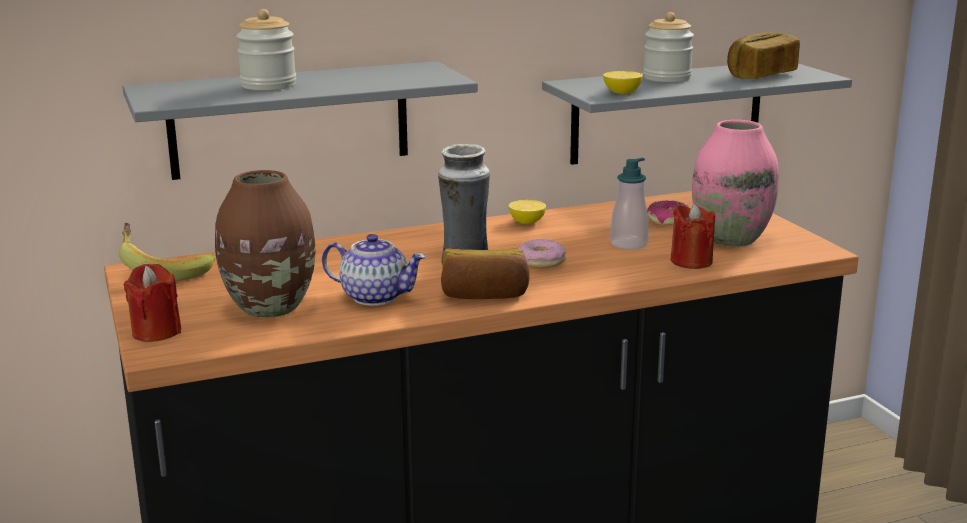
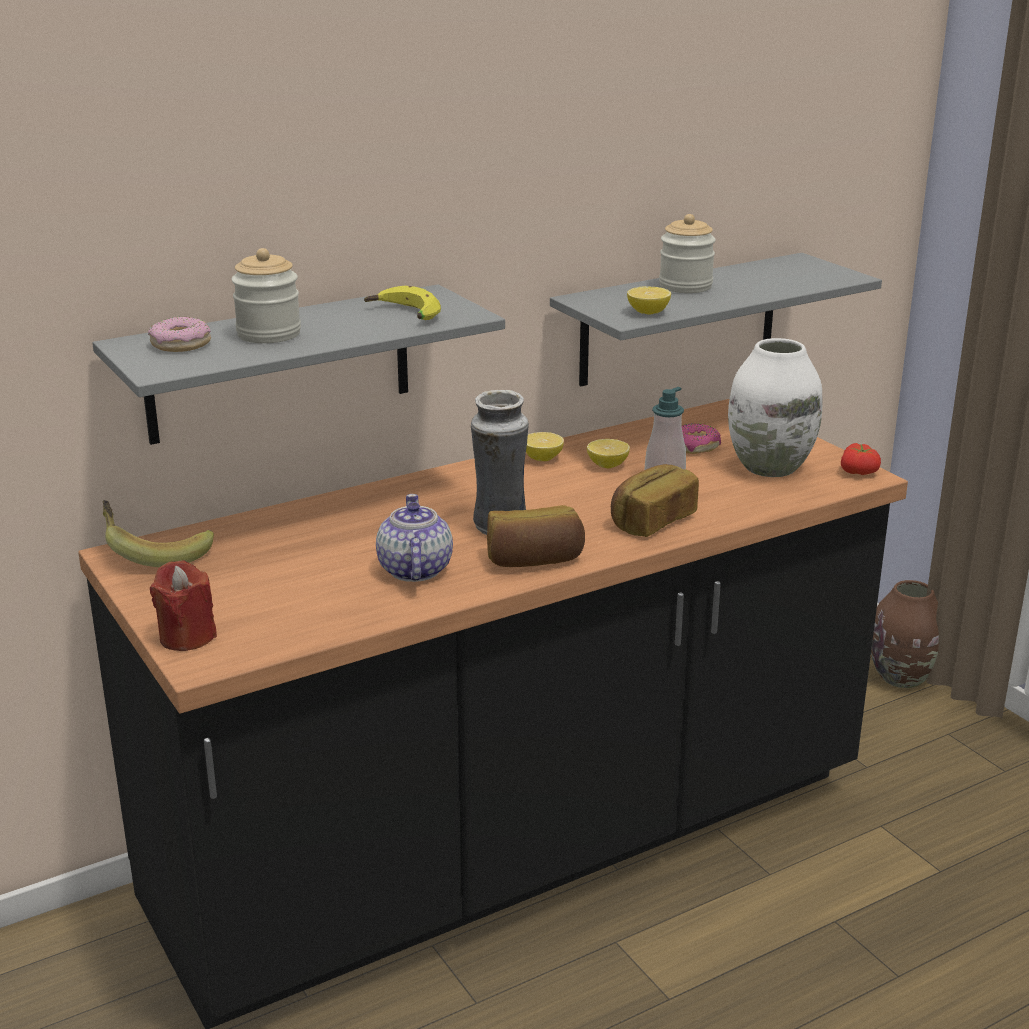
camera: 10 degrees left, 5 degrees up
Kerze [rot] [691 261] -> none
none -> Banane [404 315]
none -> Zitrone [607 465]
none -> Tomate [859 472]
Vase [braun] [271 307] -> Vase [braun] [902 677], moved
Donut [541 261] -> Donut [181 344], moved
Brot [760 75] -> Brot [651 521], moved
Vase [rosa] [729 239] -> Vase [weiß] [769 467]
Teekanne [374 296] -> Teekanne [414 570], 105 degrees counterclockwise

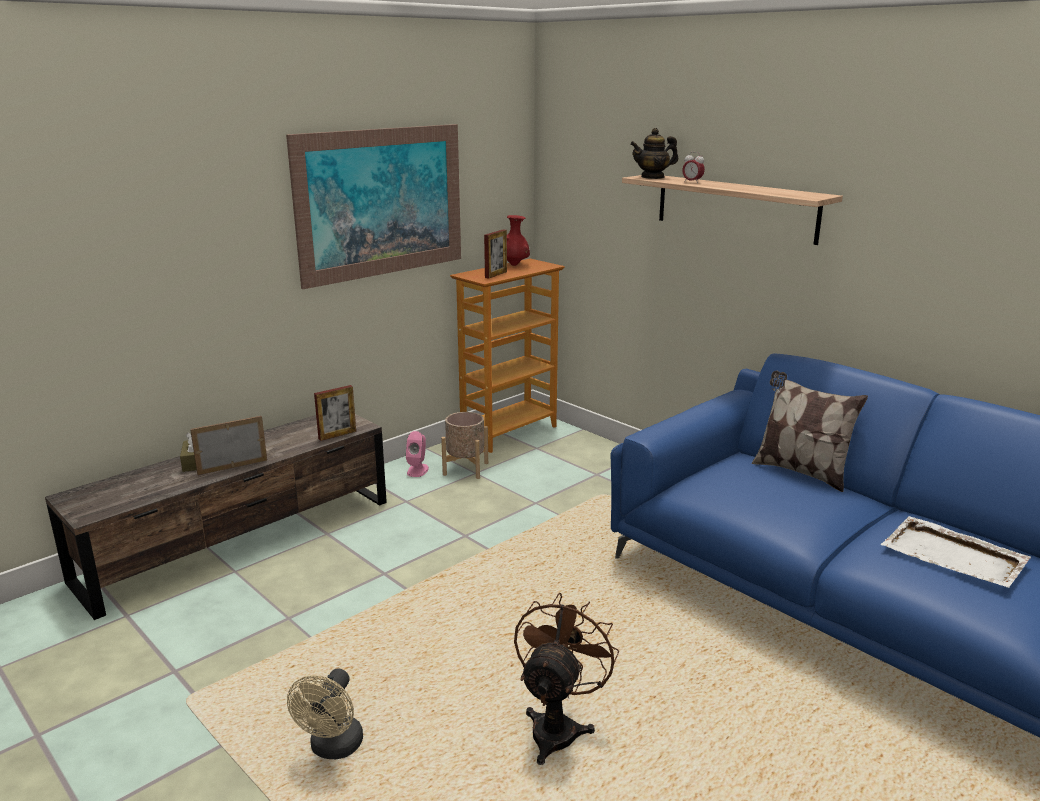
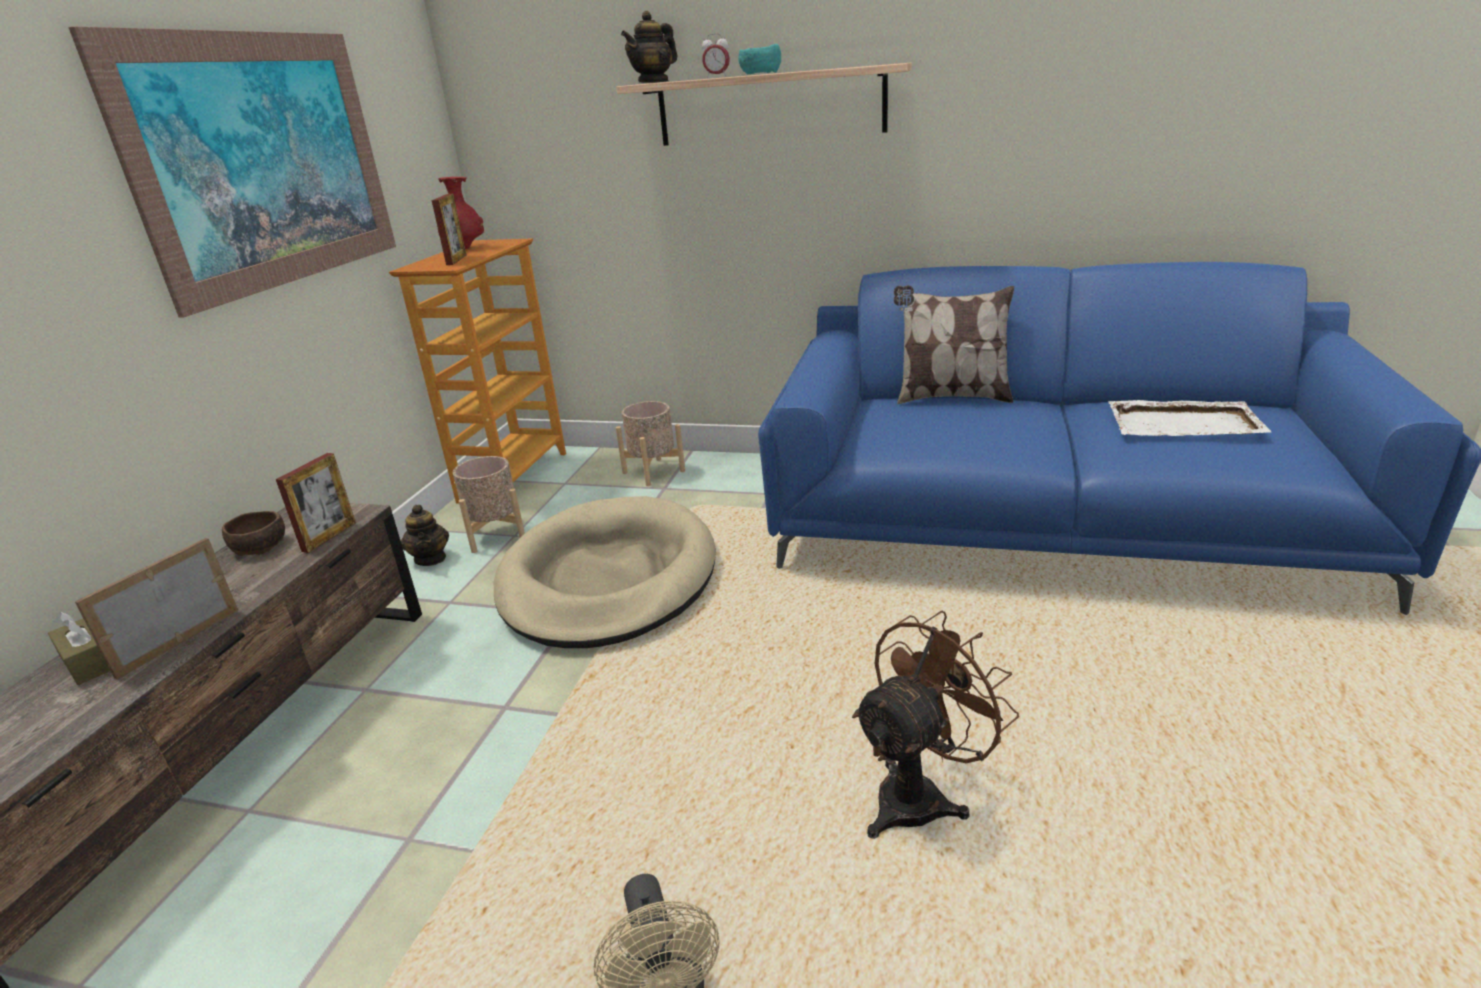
camera: 30 degrees left, 5 degrees up
none -> Schüssel [braun] [262 546]
none -> Hundebett [beige] [608 579]
none -> Pflanzkübel [beige] [654 472]
none -> Schüssel [türkis] [759 74]
Lautsprecher [rosa] [417 470] -> Teekanne [431 558]
Ventilator [braun] [558 727] -> Ventilator [braun] [921 795], 60 degrees clockwise

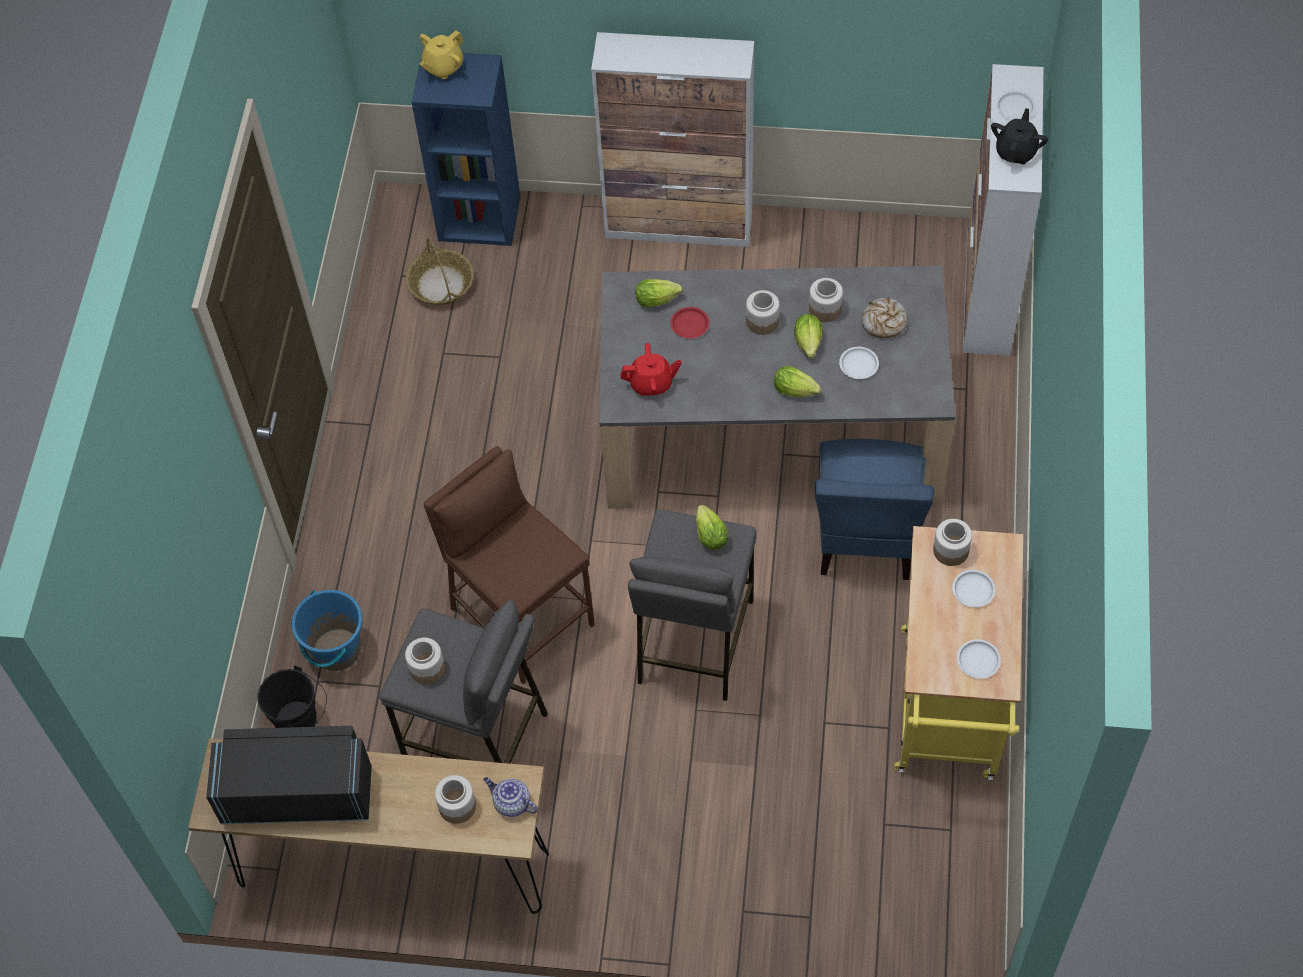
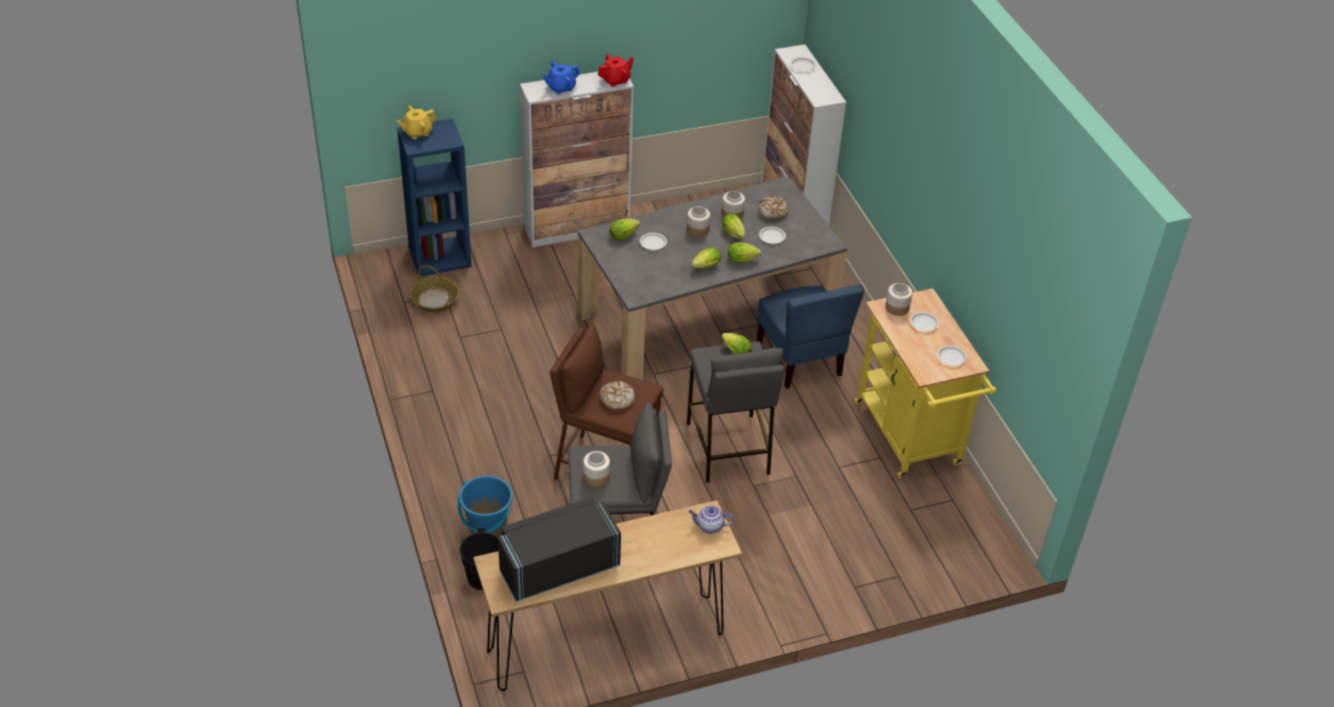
camera: 30 degrees left, 15 degrees down
Vorratsglas [457 806] -> none
Teekanne [schwarz] [1016 151] -> none
none -> Teekanne [blau] [561 88]
none -> Brot [616 399]
none -> Salatkopf [704 267]
Teekanne [rot] [651 383] -> Teekanne [rot] [616 80], moved
Teller [rot] [690 324] -> Teller [weiß] [653 243]
Teekanne [gelb] [443 67] -> Teekanne [gelb] [417 132], 45 degrees clockwise

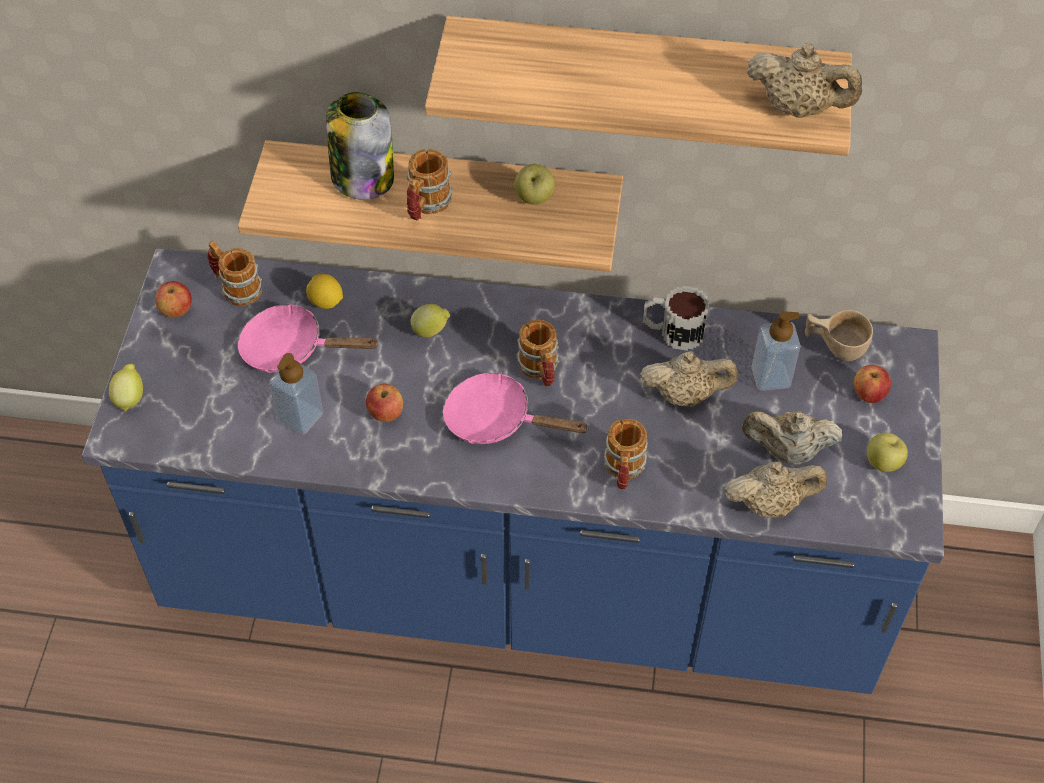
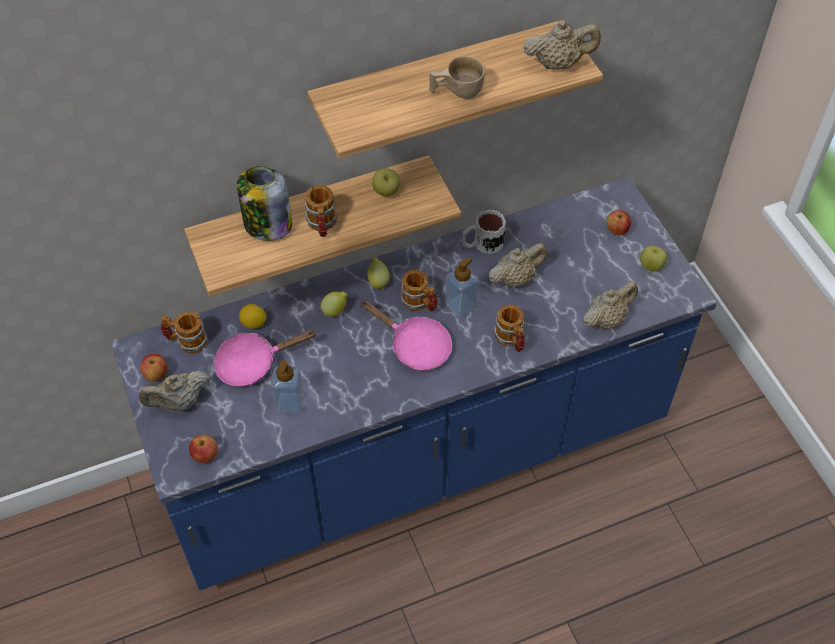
camera: 30 degrees left, 0 degrees up
Zitrone [130 397] -> Zitrone [378 281], moved
Apfel [385 414] -> Apfel [205 456], moved
Teekanne [beige] [787 451] -> Teekanne [beige] [179 402], moved
Seifenspender [771 376] -> Seifenspender [460 305], moved
Tasse [beige] [834 346] -> Tasse [beige] [456 92], moved
Pfanne [rosa] [496 420] -> Pfanne [rosa] [415 346], 135 degrees counterclockwise

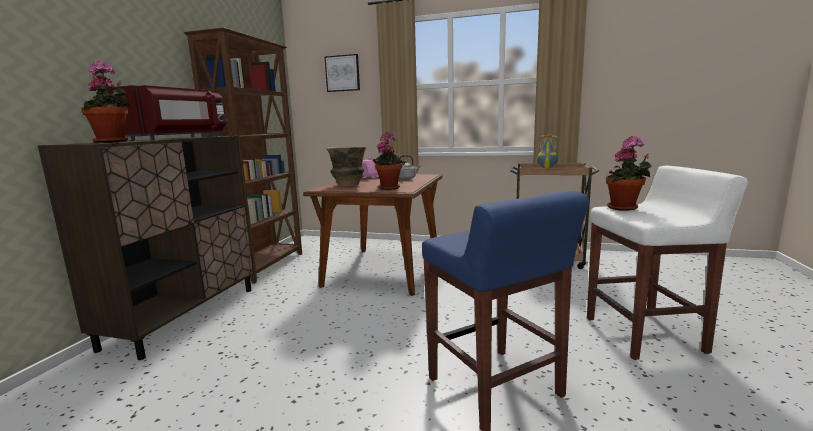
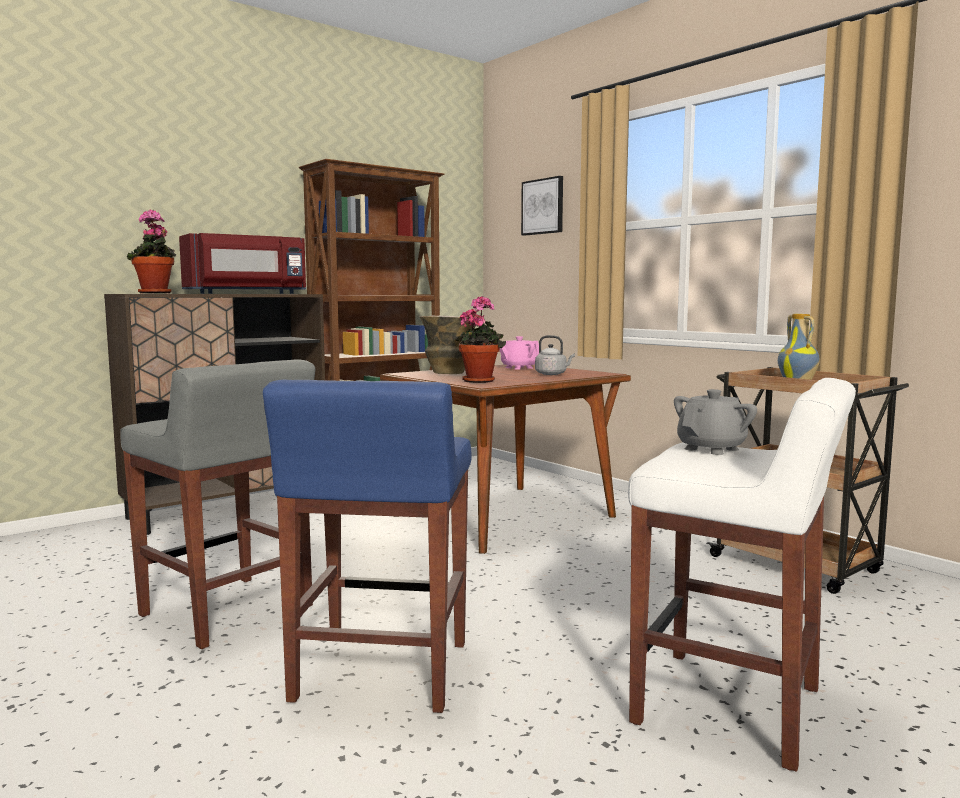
camera: 35 degrees right, 5 degrees down
none -> Hocker [grau] [228 612]
Topfpflanze [624 208] -> Teekanne [grau] [712 449]

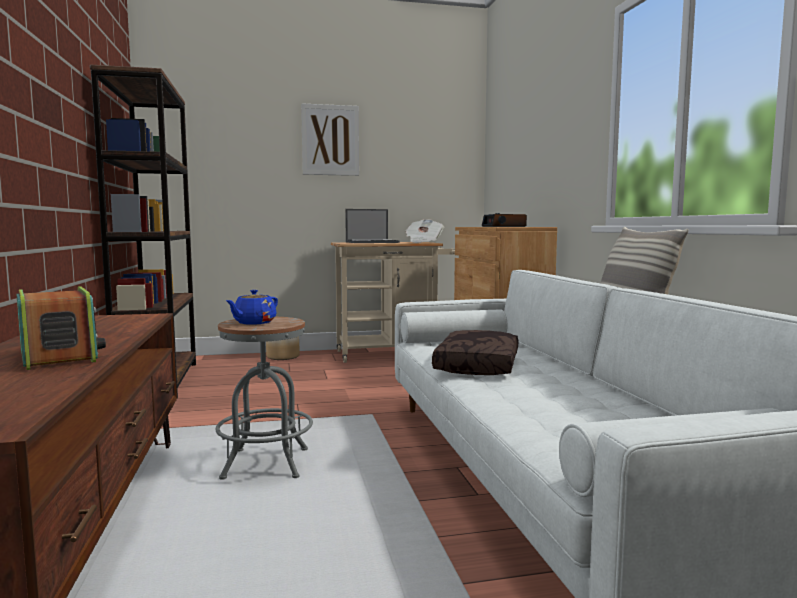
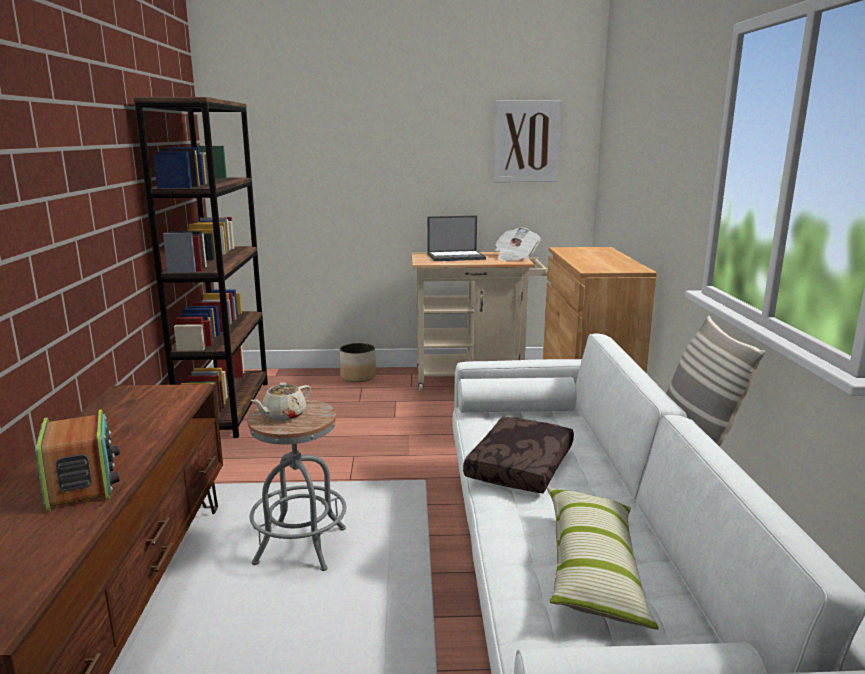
camera: 10 degrees right, 10 degrees up
Wecker [504 226] -> none
none -> Kissen [593 569]
Bild [330 140] -> Bild [526 141], moved
Teekanne [blau] [253 322] -> Teekanne [beige] [283 415]

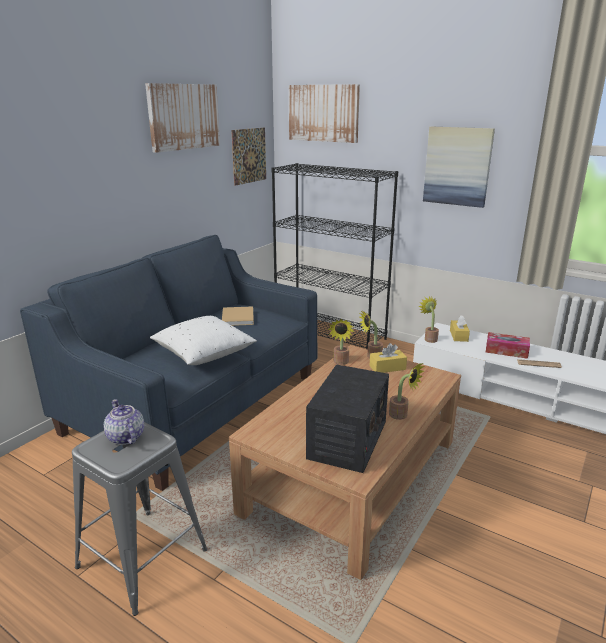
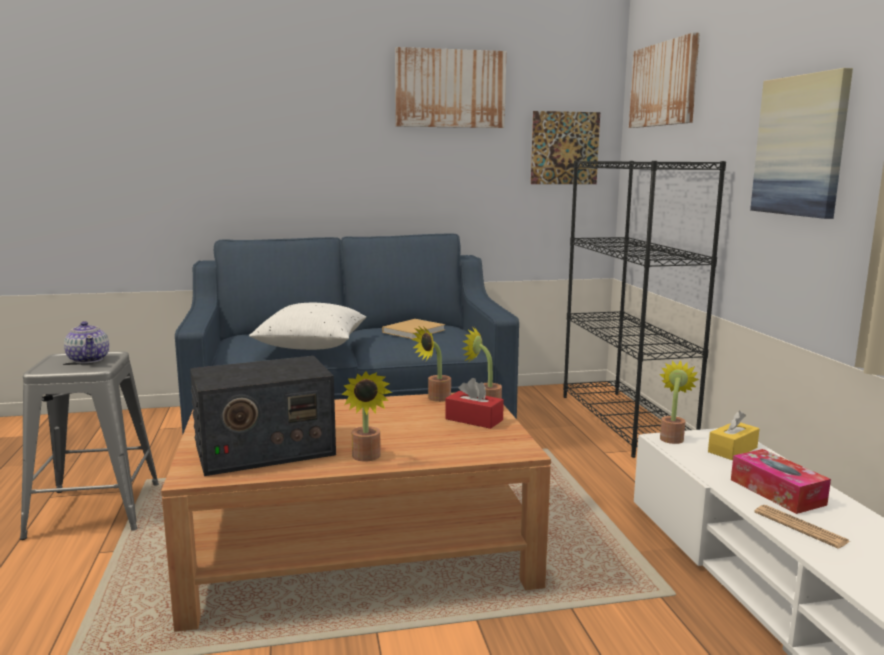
camera: 45 degrees right, 10 degrees down
Taschentuchbox [gelb] [387 367] -> Taschentuchbox [rot] [474 419]
Teekanne [125 437] -> Teekanne [89 359], 135 degrees clockwise

